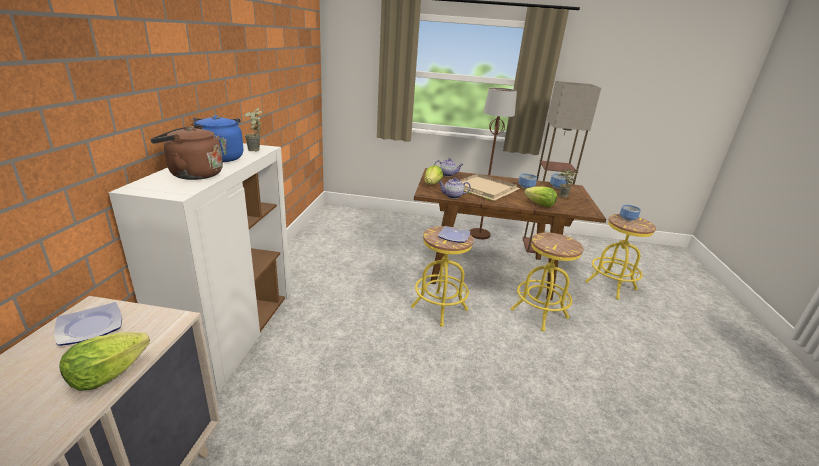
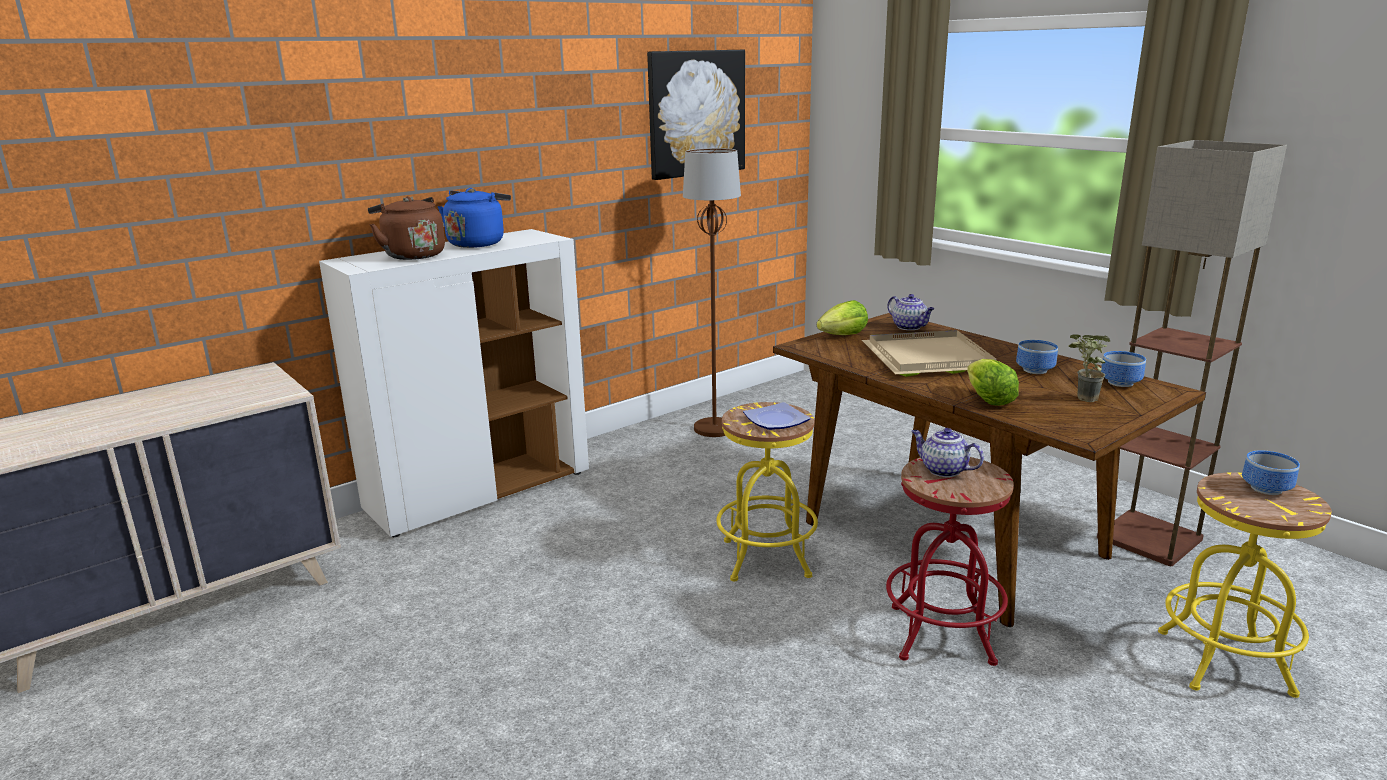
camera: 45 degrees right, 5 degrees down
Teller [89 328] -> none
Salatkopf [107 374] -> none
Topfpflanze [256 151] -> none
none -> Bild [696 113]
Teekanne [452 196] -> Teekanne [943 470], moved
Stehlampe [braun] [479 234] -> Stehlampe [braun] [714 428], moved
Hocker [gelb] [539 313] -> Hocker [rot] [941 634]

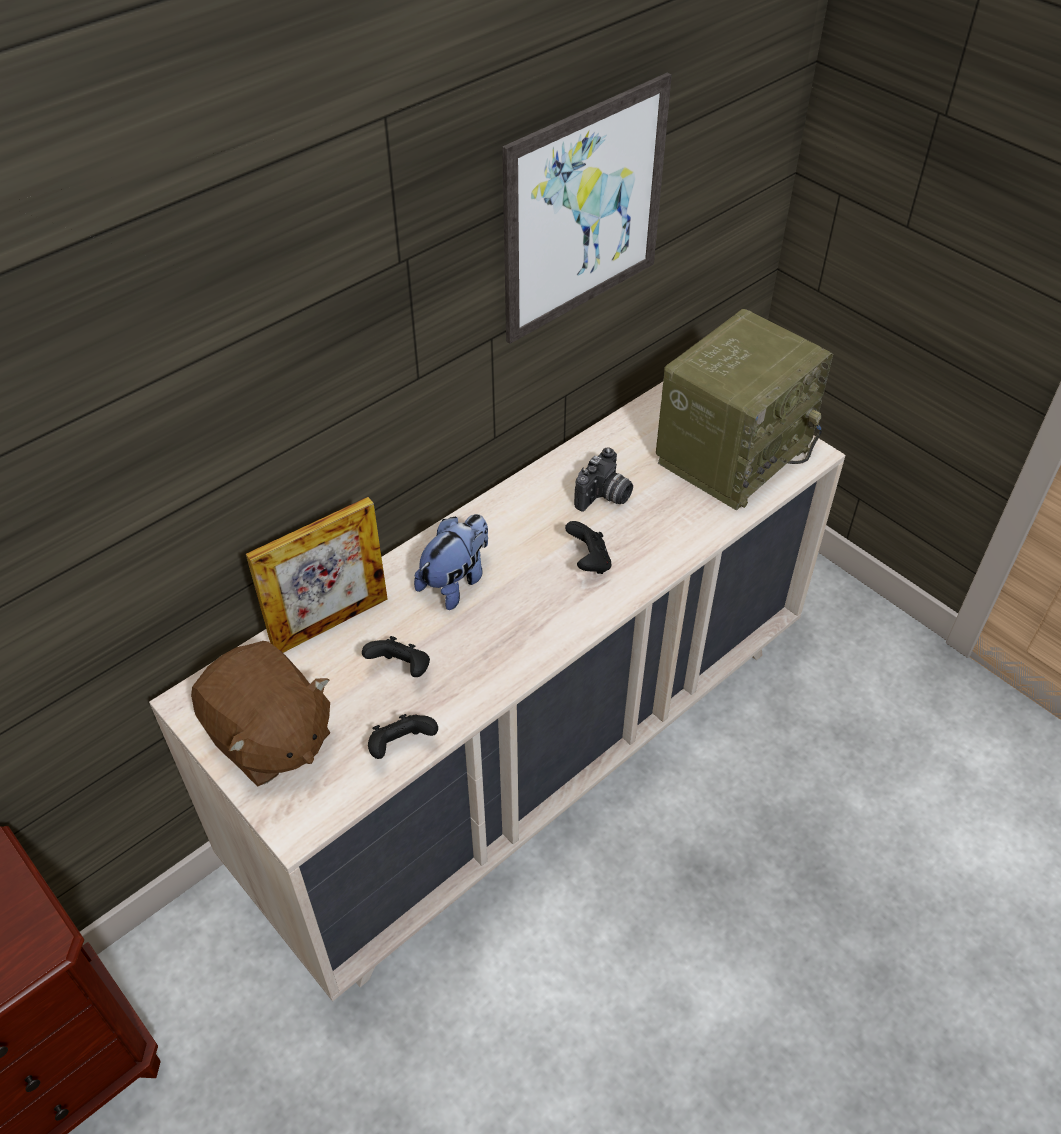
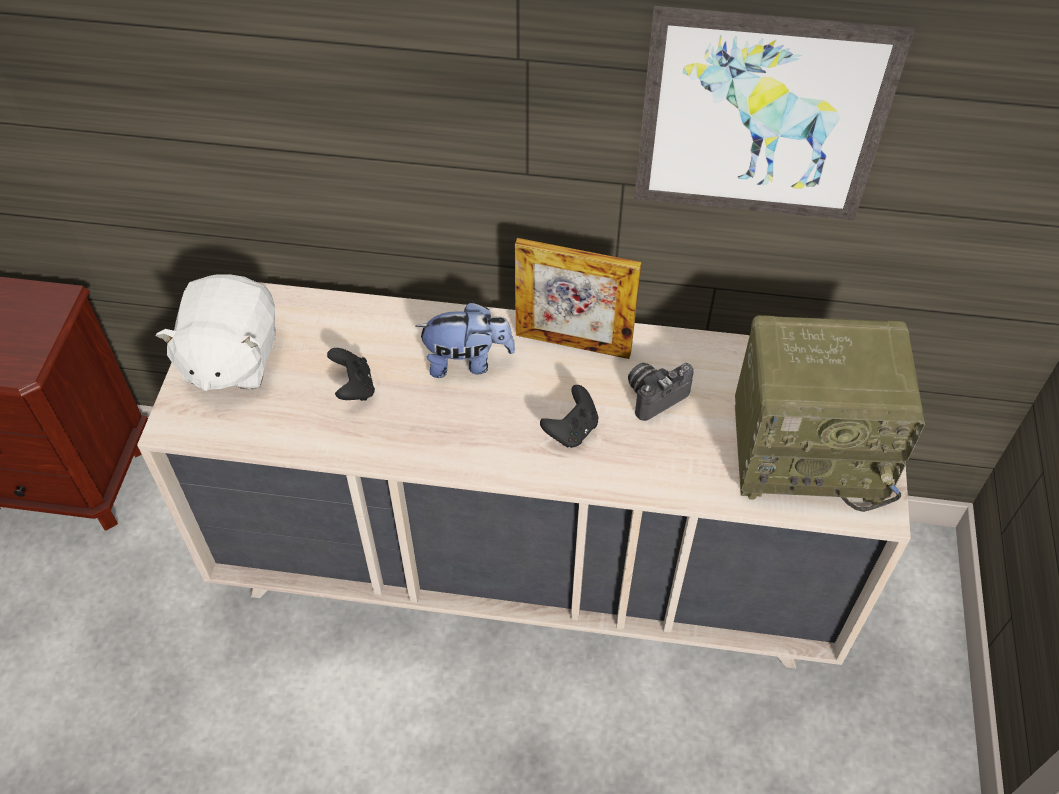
camera: 50 degrees right, 5 degrees up
Gamepad [schwarz] [401 746] -> none
Bilderrahmen [330 623] -> Bilderrahmen [573 343], moved
Plüschtier [braun] [269 738] -> Plüschtier [weiß] [230 359]
Kamera [604 497] -> Kamera [654 395], 150 degrees clockwise

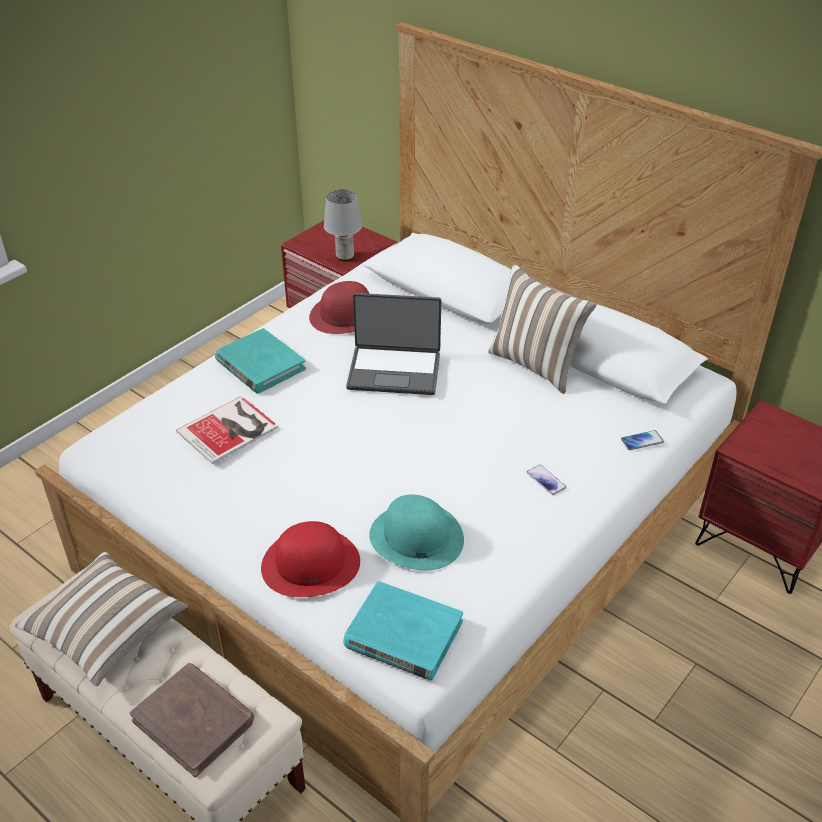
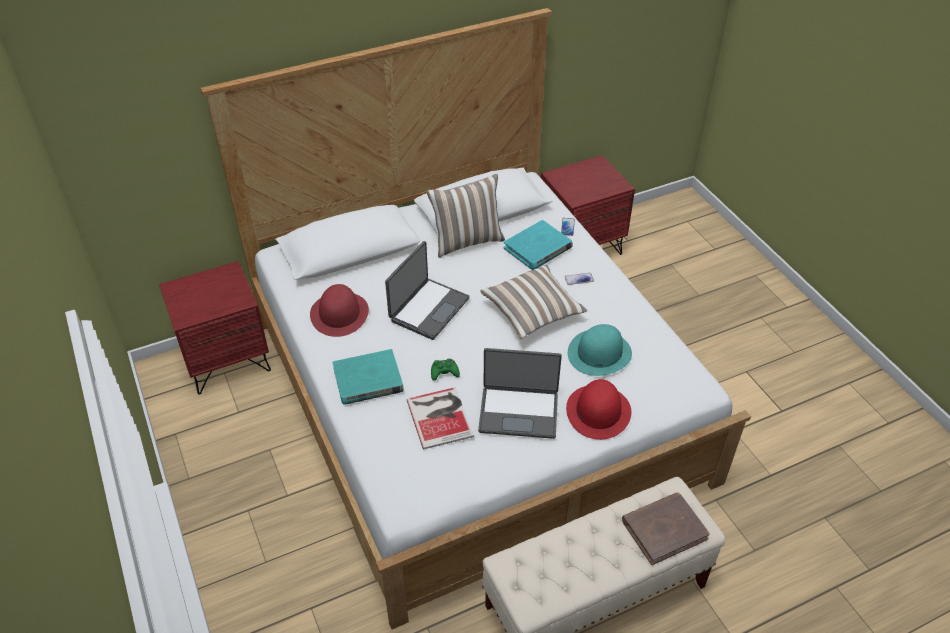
camera: 65 degrees left, 5 degrees up
Tischlampe [grau] [345 257] -> none
none -> Gamepad [grün] [444 372]
none -> Laptop [519 411]
Kissen [106 631] -> Kissen [532 312], moved
Buch [türkis] [403 635] -> Buch [türkis] [538 248], moved

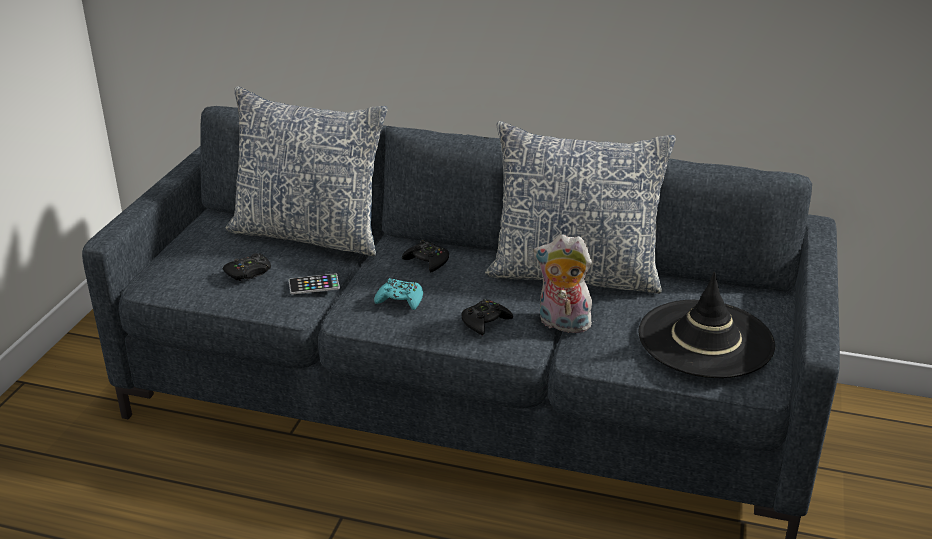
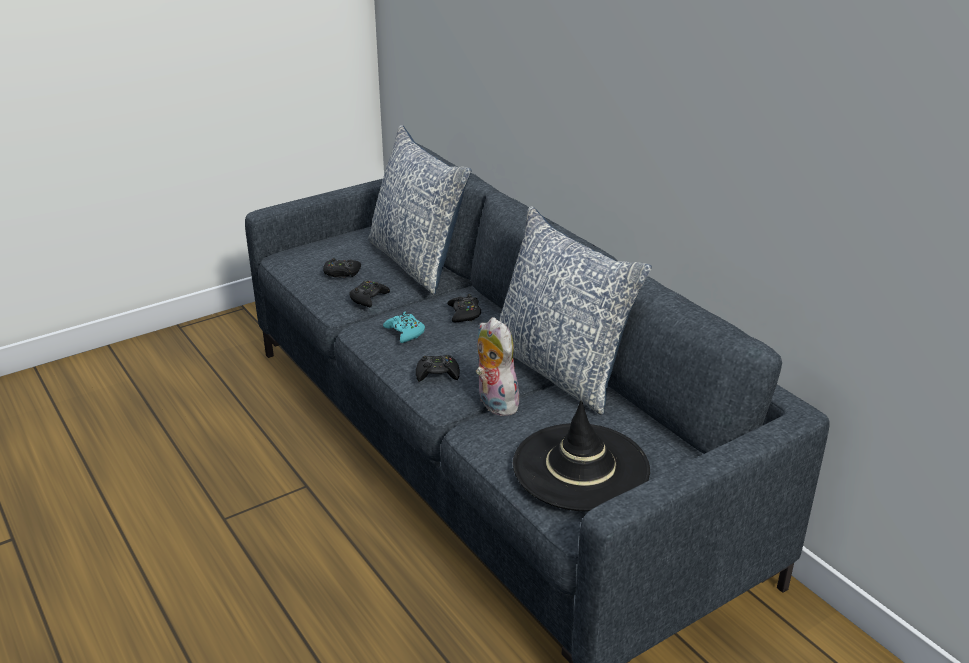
camera: 40 degrees right, 0 degrees up
Handy [314 285] -> Gamepad [schwarz] [368 298]

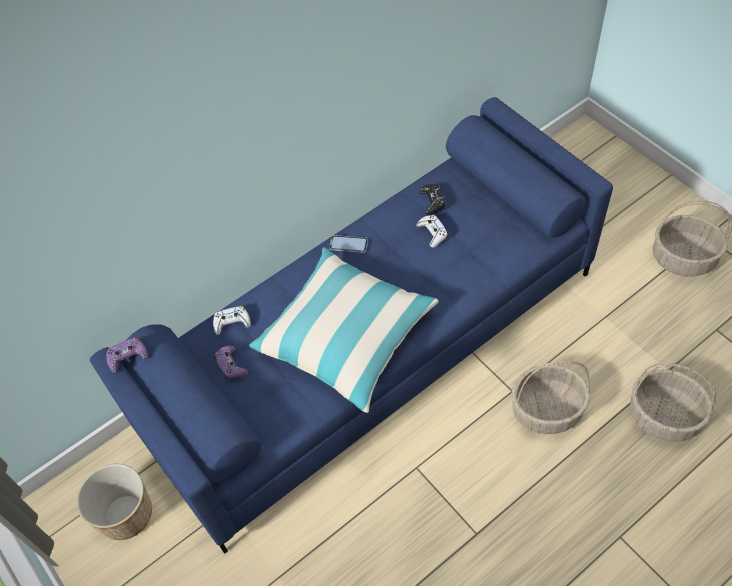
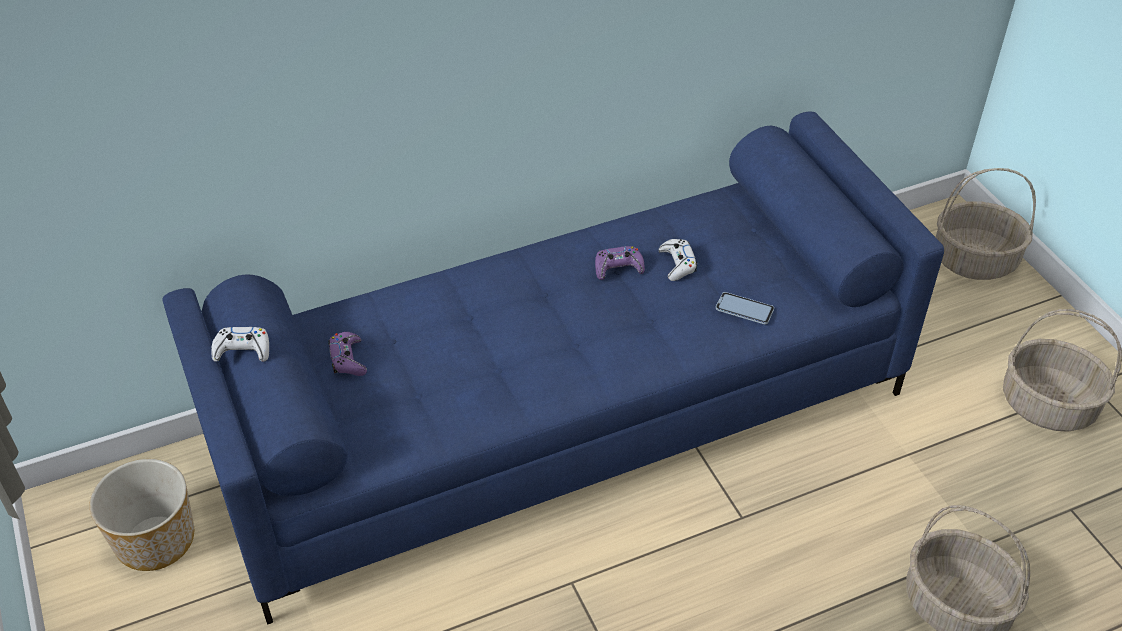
camera: 10 degrees right, 10 degrees down
Kissen [346 336] -> none
Gamepad [schwarz] [432 201] -> none
Gamepad [lila] [127 357] -> Gamepad [lila] [618 267], moved
Gamepad [weiß] [232 323] -> Gamepad [weiß] [243 350], moved
Handy [348 244] -> Handy [744 309], moved
Korb [546 411] -> Korb [973 261], moved

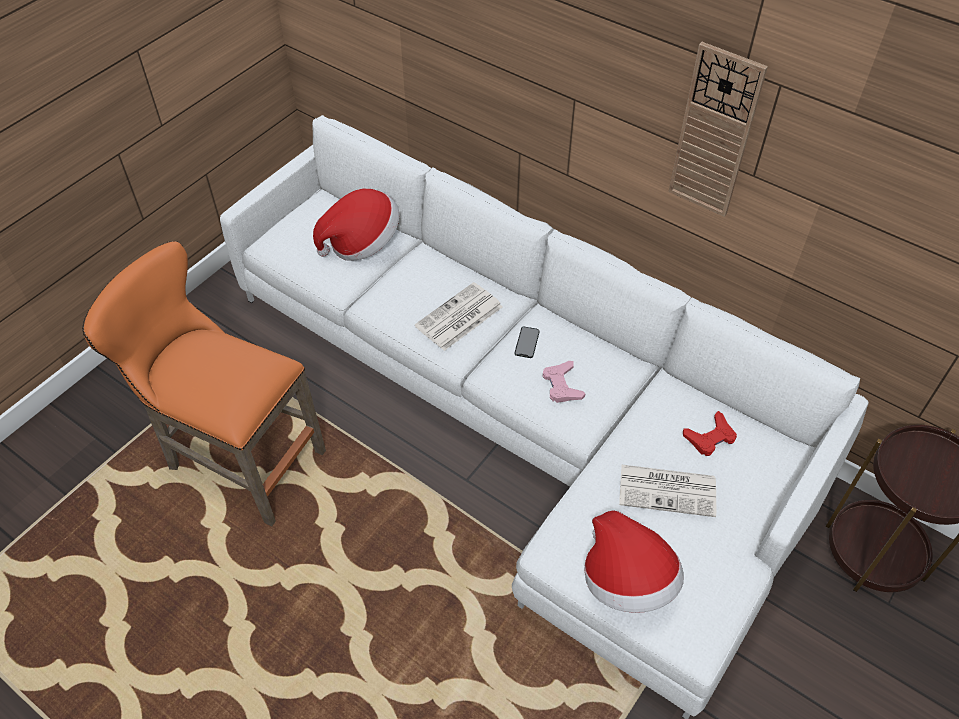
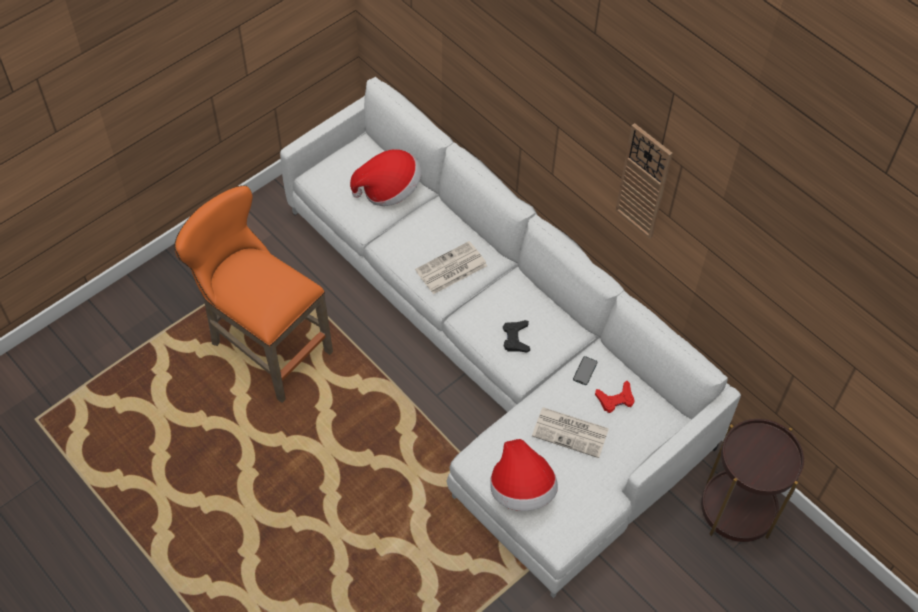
camera: 10 degrees right, 5 degrees up
Handy [527 342] -> Handy [585 371], moved
Gamepad [rosa] [562 385] -> Gamepad [schwarz] [516 338]

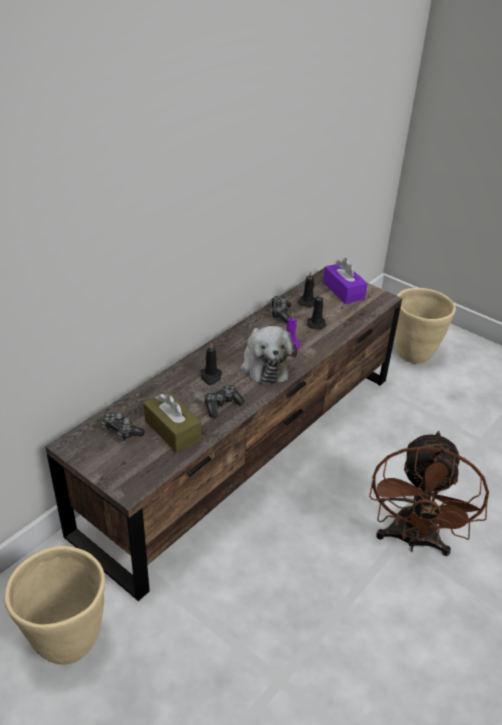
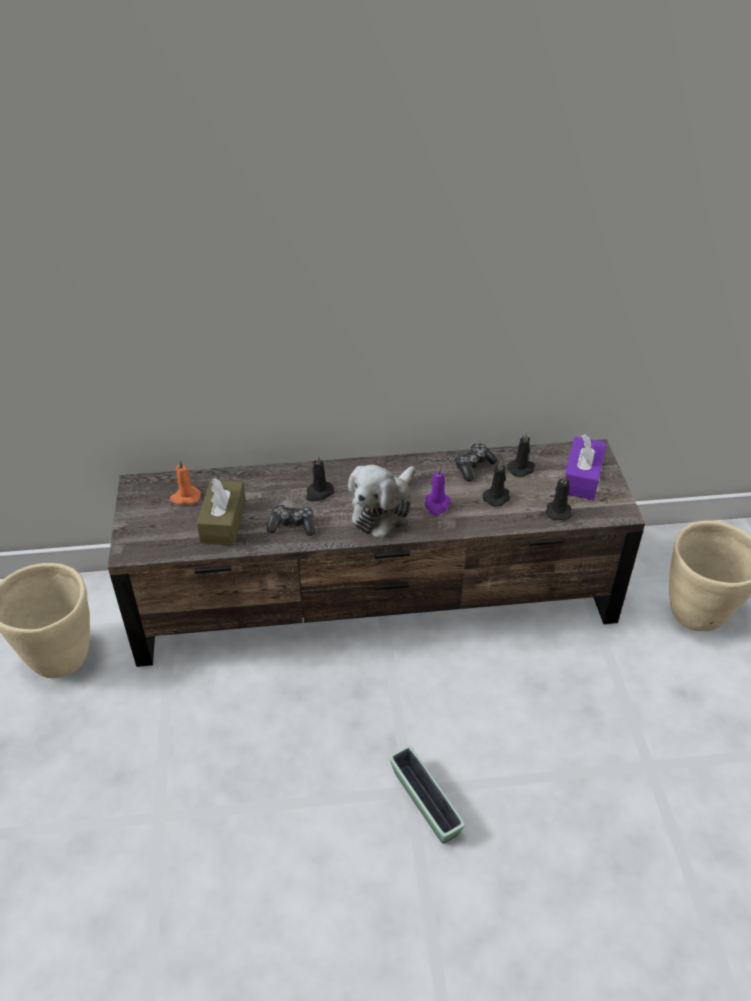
camera: 45 degrees right, 5 degrees up
none -> Kerze [schwarz] [558 511]
Gamepad [121 431] -> Kerze [orange] [185 497]
Ventilator [braun] [412 540] -> Pflanzkübel [425 802]

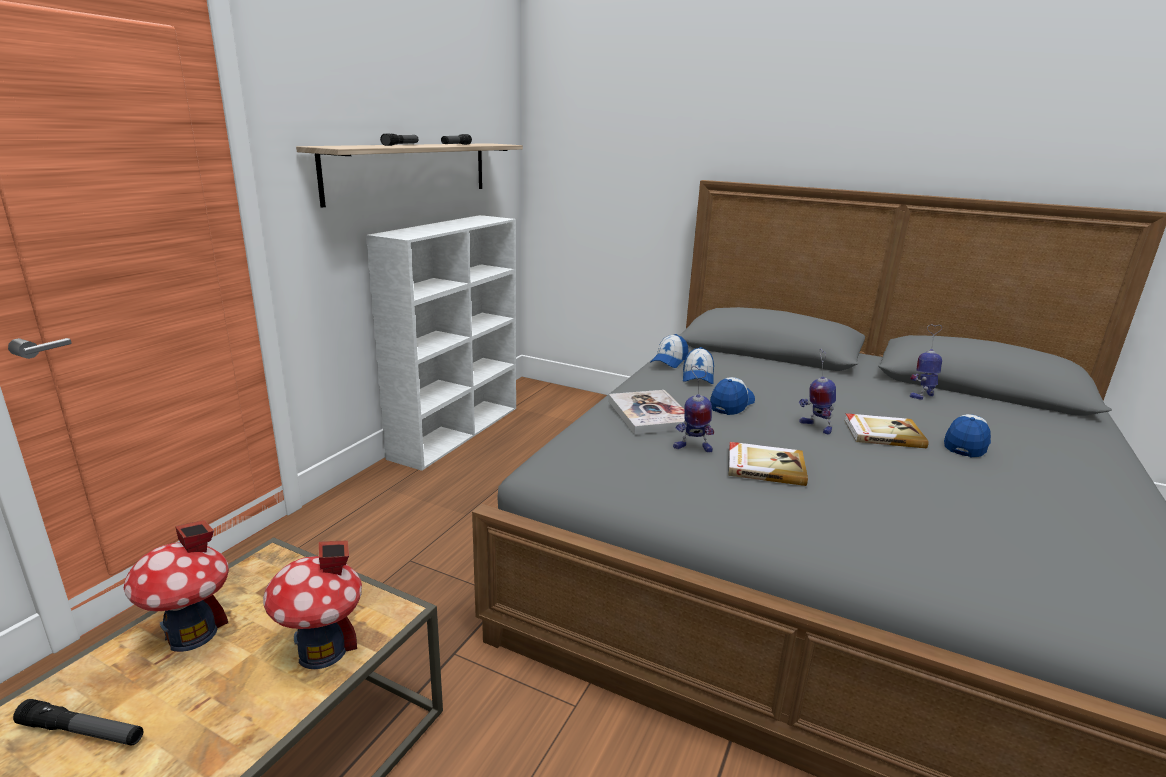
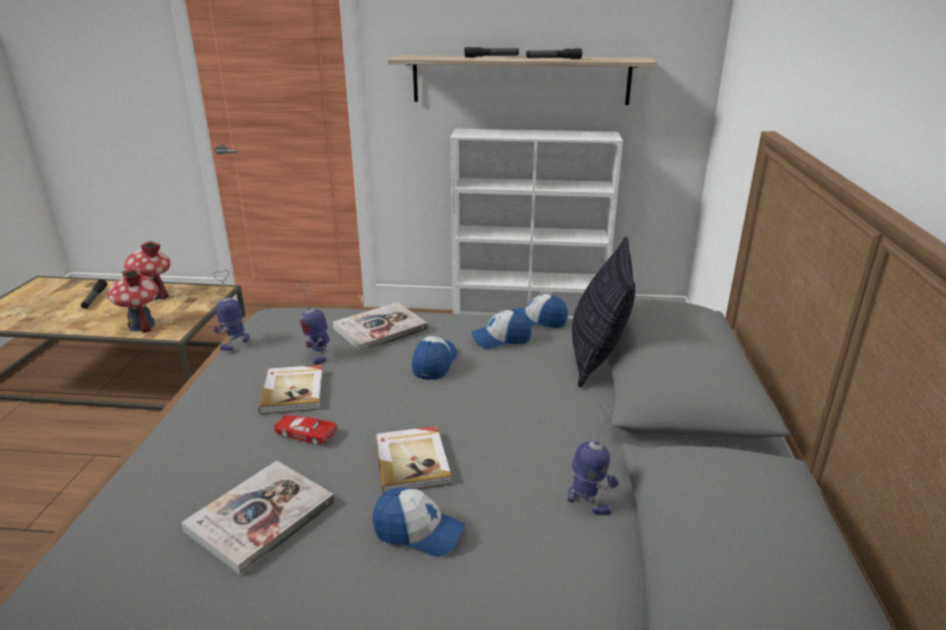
camera: 70 degrees right, 5 degrees up
none -> Buch [261 517]
none -> Spielzeugauto [rot] [305 433]
none -> Kissen [597 358]
Spielzeugroboter [815 427] -> Spielzeugroboter [236 343], moved
Kappe [731 404] -> Kappe [434 363], 90 degrees counterclockwise

